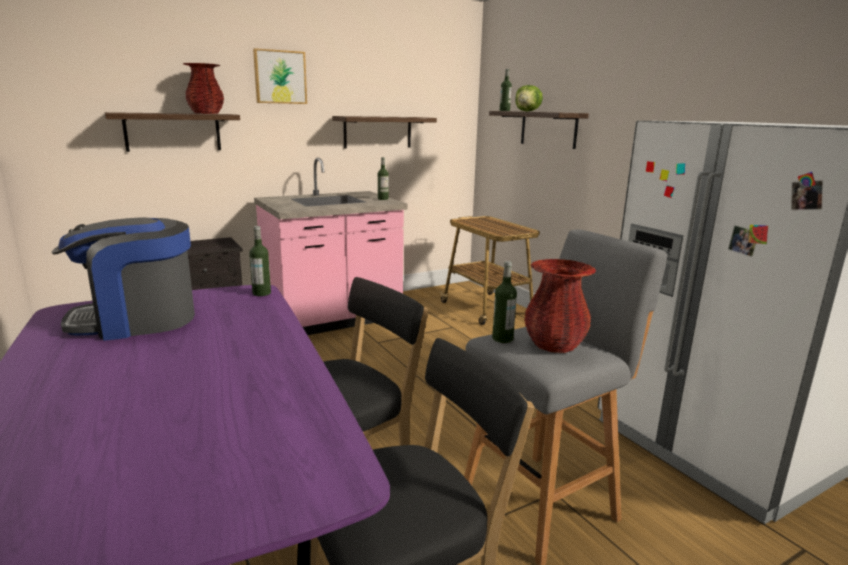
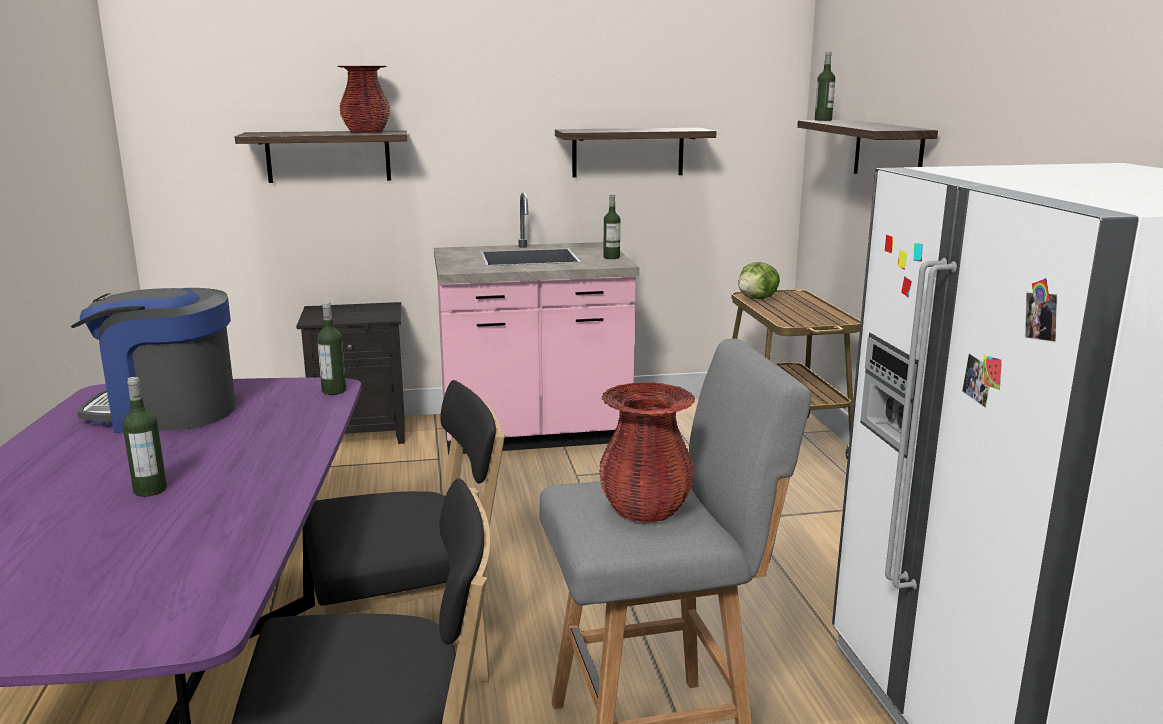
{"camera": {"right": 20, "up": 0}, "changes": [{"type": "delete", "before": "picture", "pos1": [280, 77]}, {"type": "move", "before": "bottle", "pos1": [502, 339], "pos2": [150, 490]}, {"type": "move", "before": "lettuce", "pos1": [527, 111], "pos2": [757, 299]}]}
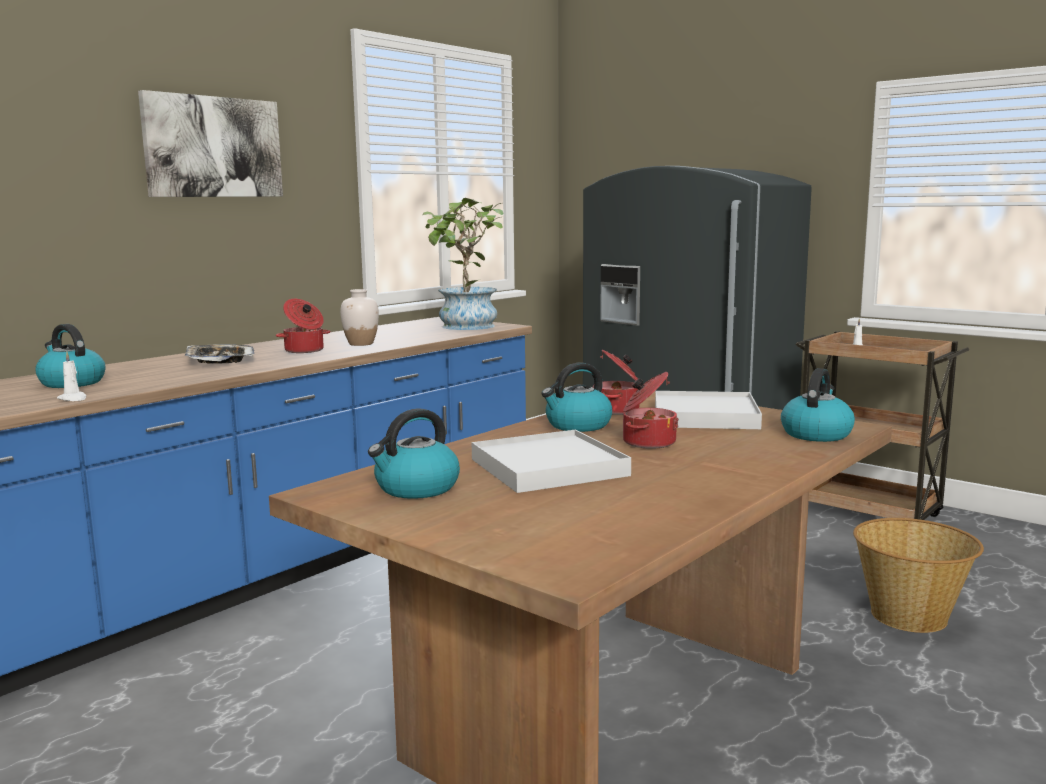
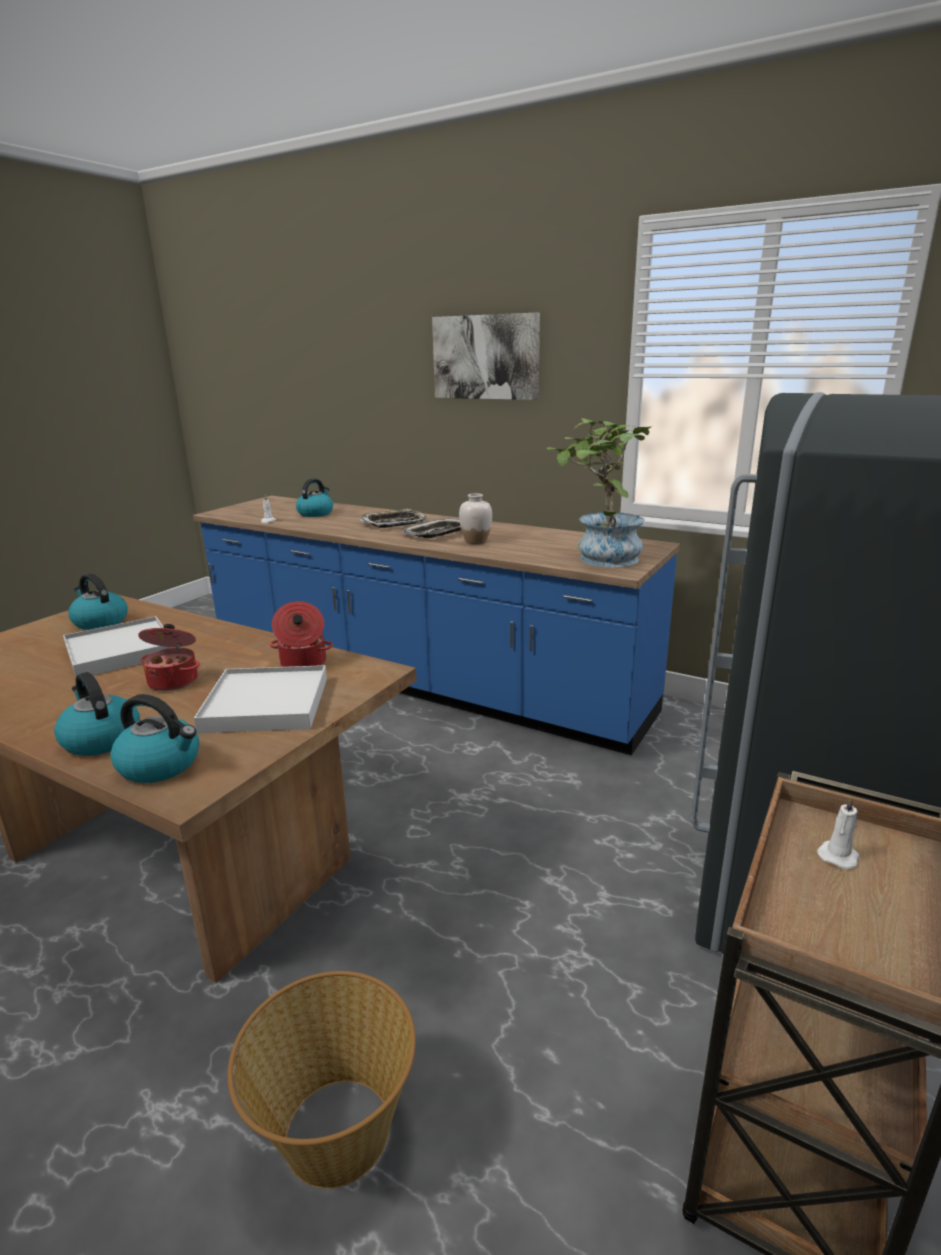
{"camera": {"right": 80, "up": 10}, "changes": [{"type": "move", "before": "kettle", "pos1": [577, 425], "pos2": [101, 739]}, {"type": "replace", "before": "cooking pot", "after": "tray", "pos1": [304, 350], "pos2": [437, 533]}]}
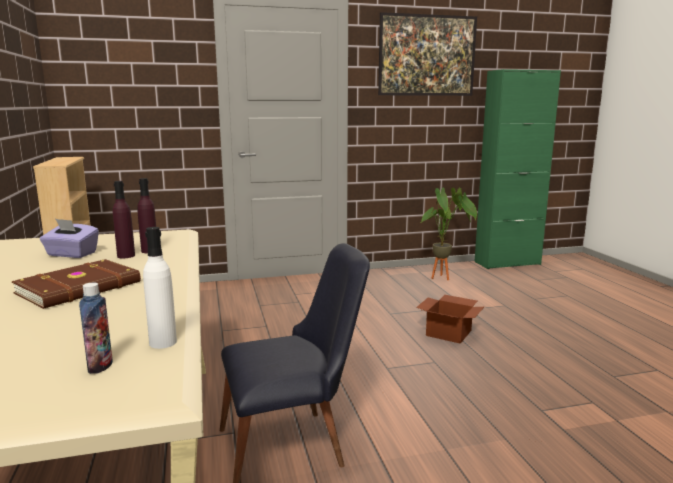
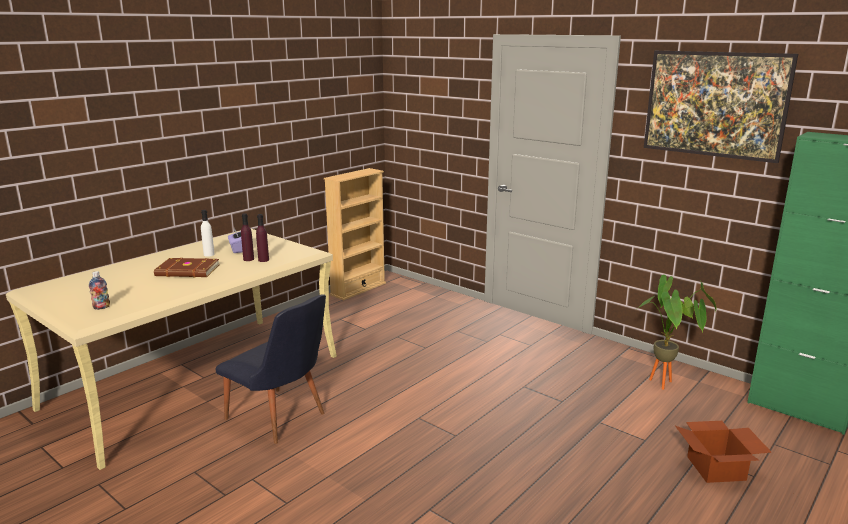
{"camera": {"right": 55, "up": 5}, "changes": [{"type": "move", "before": "bottle (white)", "pos1": [163, 342], "pos2": [209, 254]}, {"type": "move", "before": "cardboard box", "pos1": [449, 333], "pos2": [718, 469]}]}
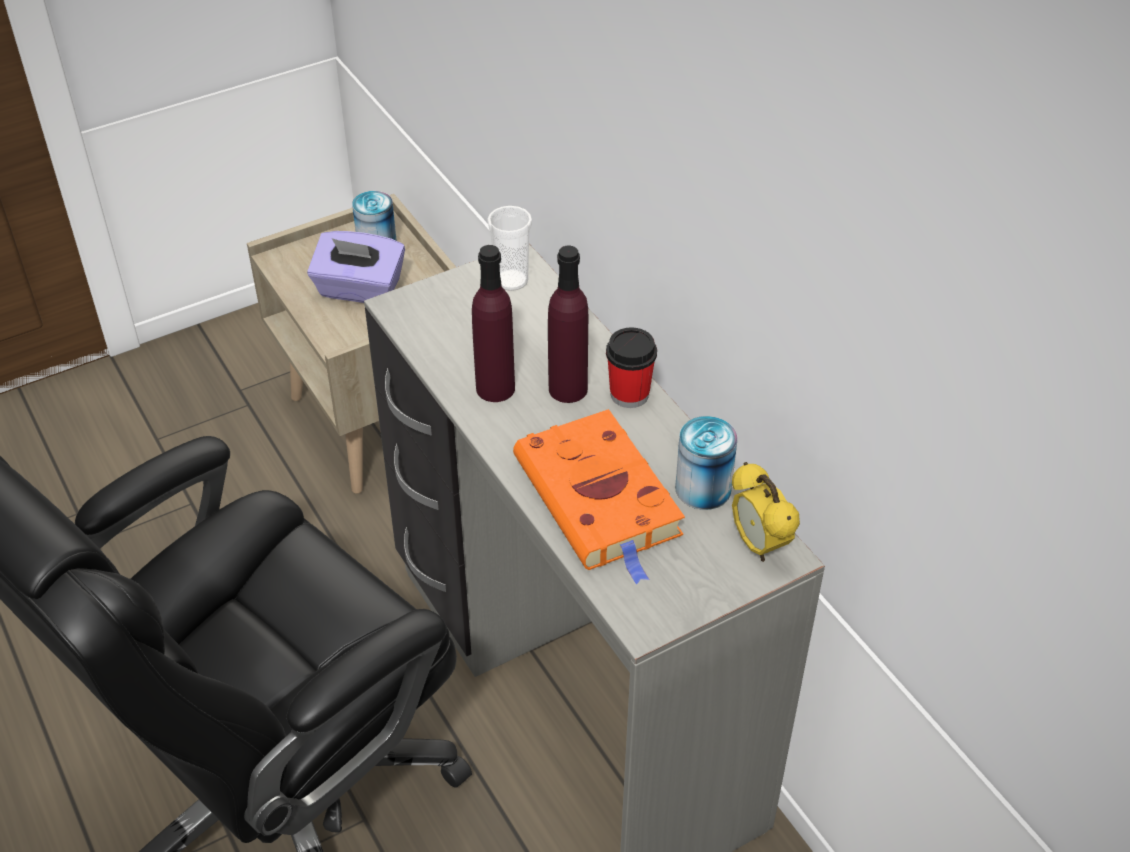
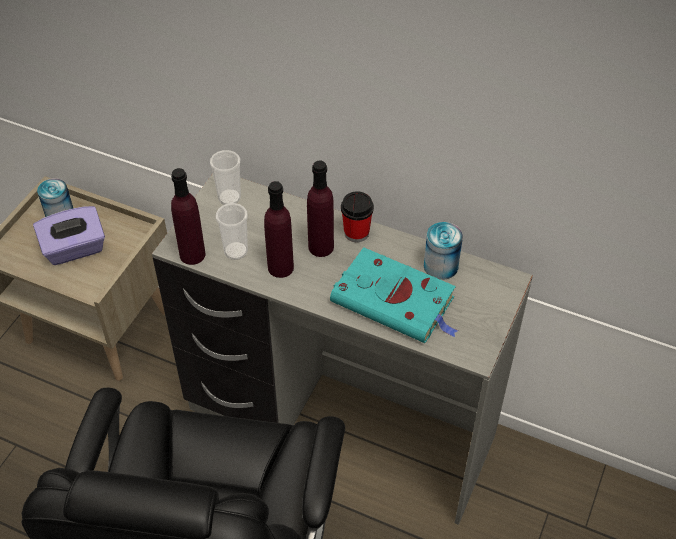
{"camera": {"right": -35, "up": 5}, "changes": [{"type": "delete", "before": "alarm clock", "pos1": [758, 545]}, {"type": "insert", "after": "bottle (purple)", "pos2": [192, 254]}, {"type": "insert", "after": "cup", "pos2": [235, 251]}, {"type": "recolor", "before": "book (orange)", "after": "book (turquoise)", "pos1": [600, 501], "pos2": [396, 301]}]}
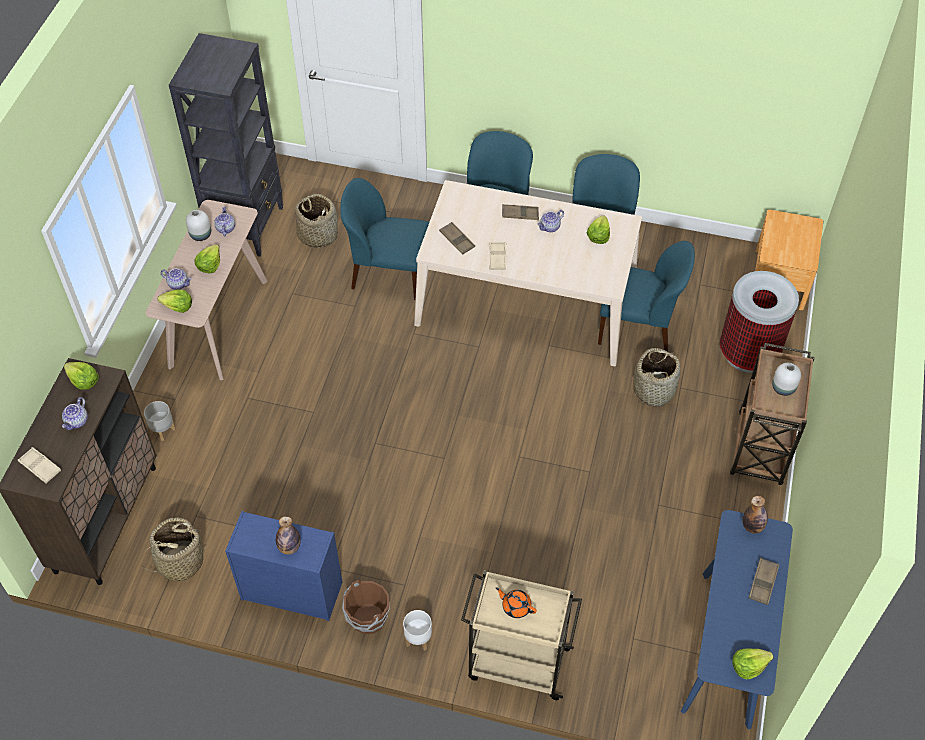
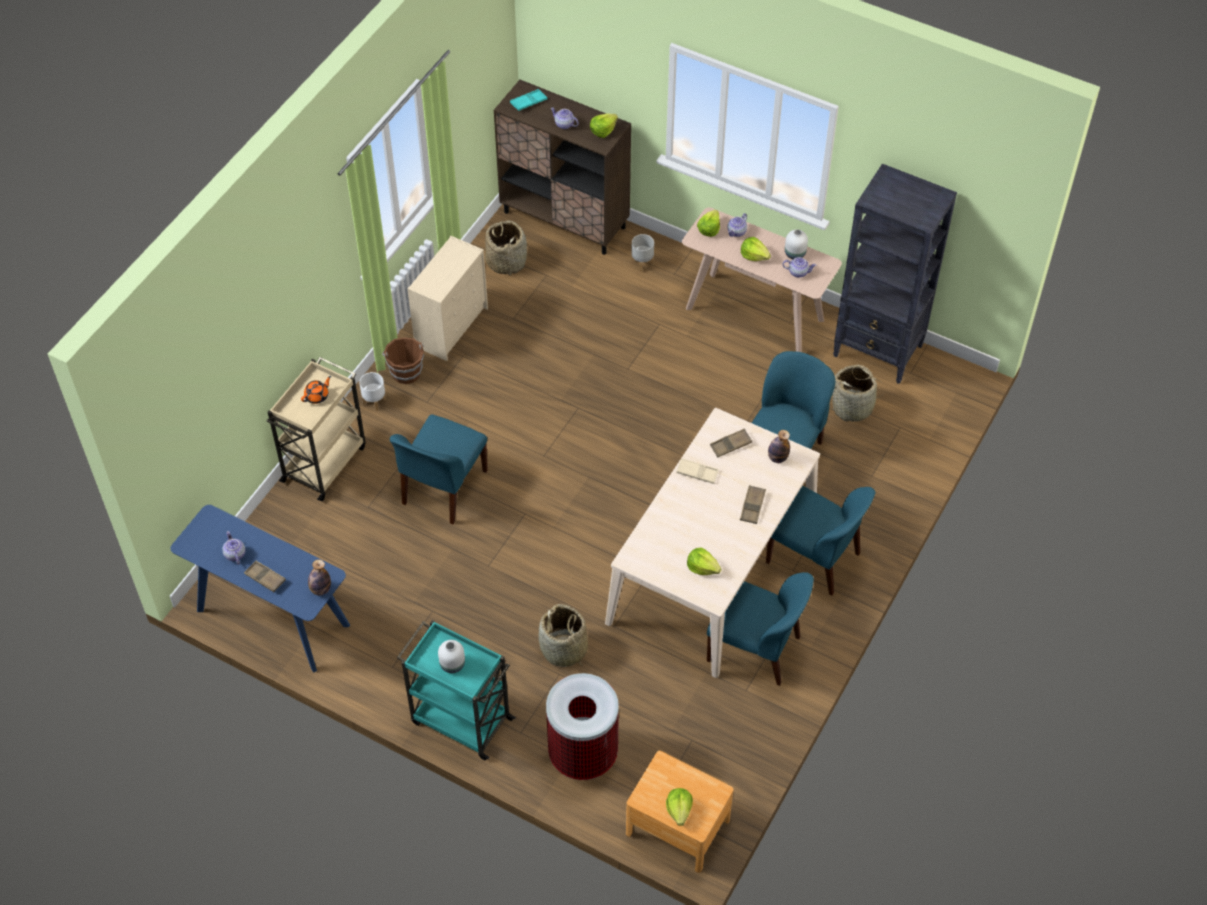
{"camera": {"right": 105, "up": 0}, "changes": [{"type": "move", "before": "bottle", "pos1": [289, 547], "pos2": [777, 458]}, {"type": "move", "before": "teapot", "pos1": [550, 227], "pos2": [234, 554]}, {"type": "move", "before": "chair (blue)", "pos1": [637, 327], "pos2": [443, 489]}, {"type": "move", "before": "lettuce", "pos1": [748, 666], "pos2": [679, 810]}, {"type": "recolor", "before": "tray (beige)", "after": "tray (turquoise)", "pos1": [40, 467], "pos2": [528, 102]}, {"type": "recolor", "before": "dresser (blue)", "after": "dresser (beige)", "pos1": [290, 590], "pos2": [452, 326]}, {"type": "recolor", "before": "cart (brown)", "after": "cart (turquoise)", "pos1": [759, 450], "pos2": [460, 720]}]}
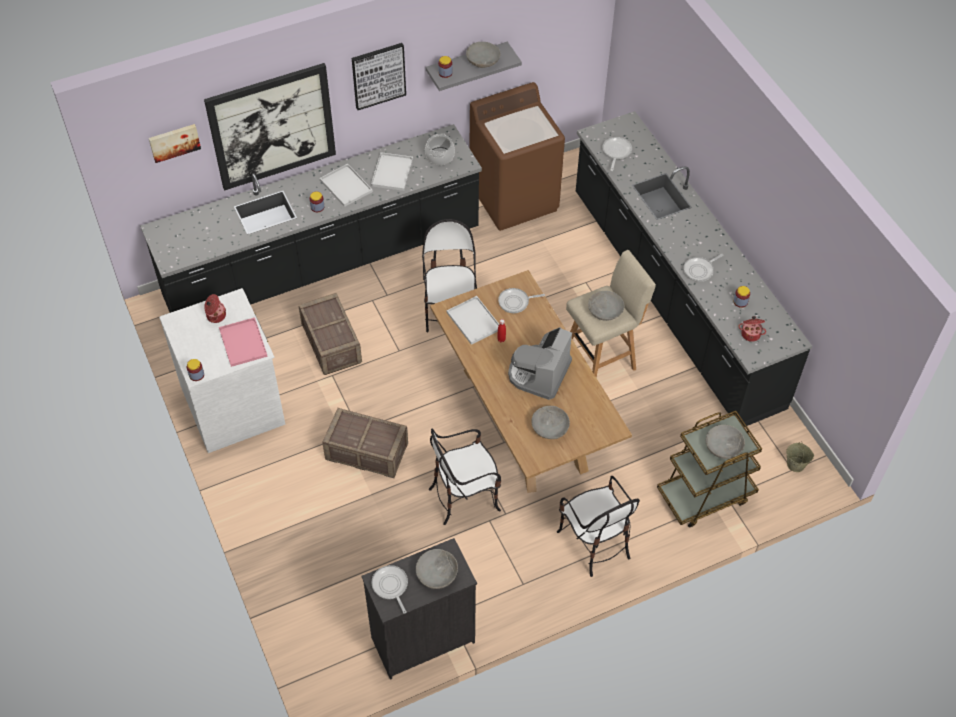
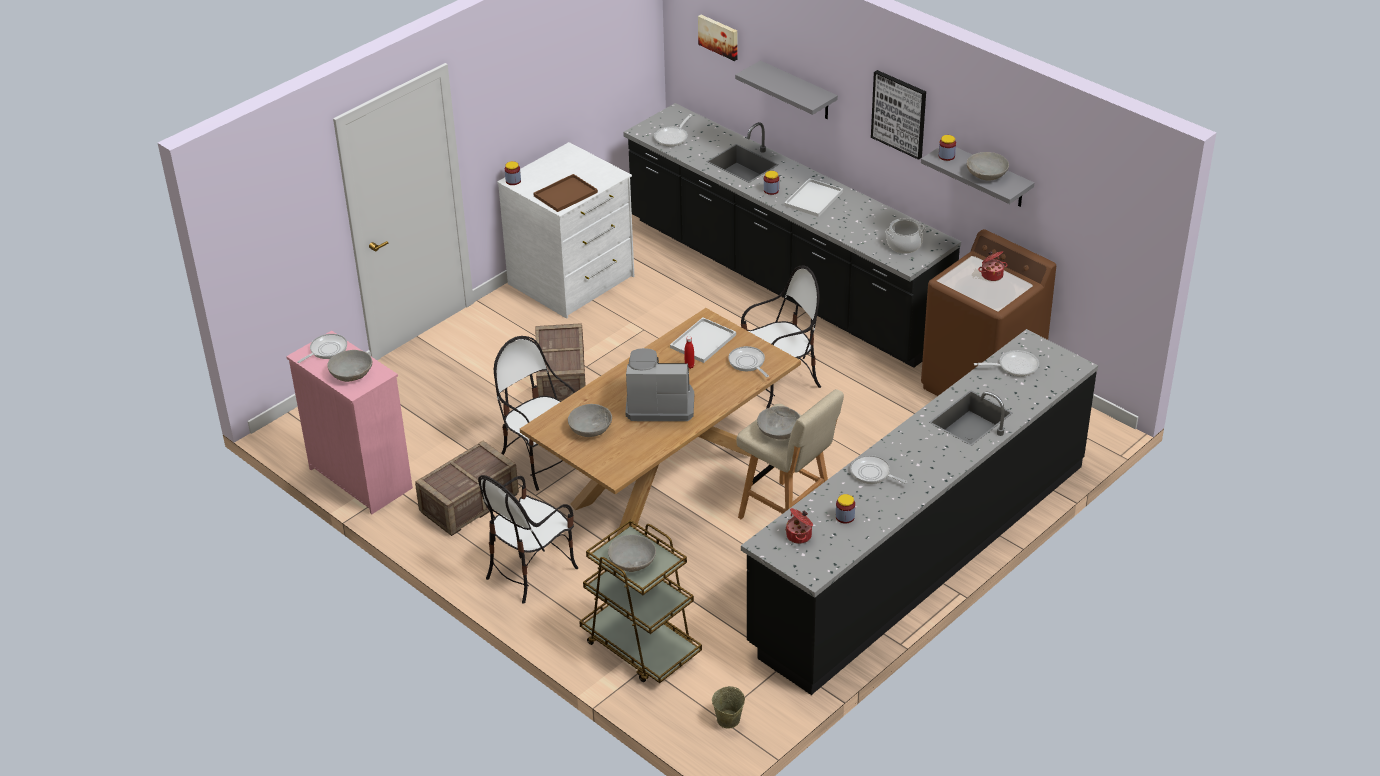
{"camera": {"right": 70, "up": -15}, "changes": [{"type": "delete", "before": "tray (white)", "pos1": [392, 171]}, {"type": "insert", "after": "frying pan", "pos2": [673, 137]}, {"type": "move", "before": "cooking pot", "pos1": [215, 316], "pos2": [991, 275]}, {"type": "move", "before": "crate", "pos1": [331, 343], "pos2": [469, 502]}, {"type": "replace", "before": "picture", "after": "shelf (grey)", "pos1": [272, 126], "pos2": [798, 91]}, {"type": "recolor", "before": "tray (pink)", "after": "tray (brown)", "pos1": [244, 343], "pos2": [565, 195]}, {"type": "recolor", "before": "dresser (black)", "after": "dresser (pink)", "pos1": [421, 640], "pos2": [360, 477]}]}
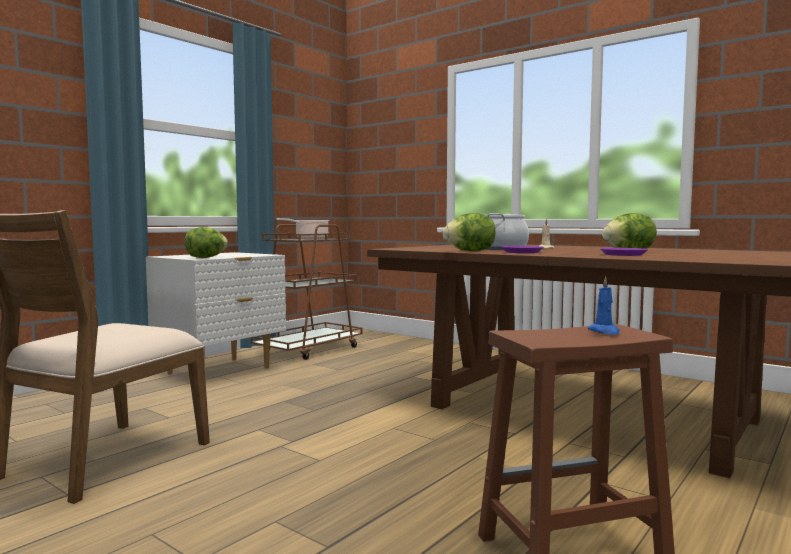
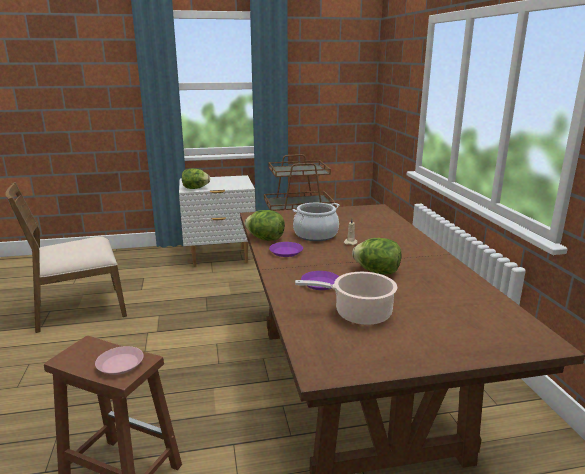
{"camera": {"right": 40, "up": 15}, "changes": [{"type": "move", "before": "cooking pot", "pos1": [310, 238], "pos2": [359, 314]}, {"type": "replace", "before": "candle (blue)", "after": "plate (pink)", "pos1": [604, 331], "pos2": [120, 364]}]}
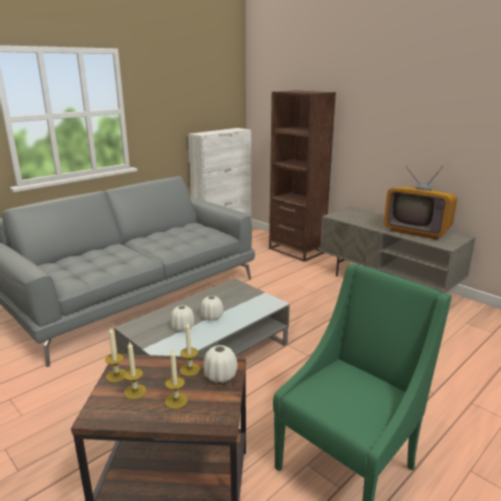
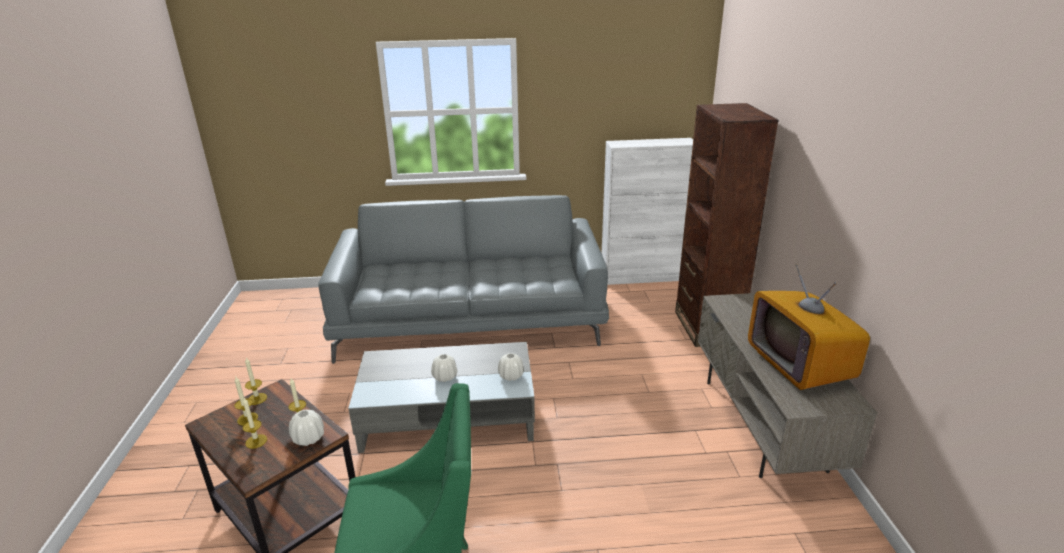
{"camera": {"right": 40, "up": 5}, "changes": [{"type": "move", "before": "vase (white)", "pos1": [182, 327], "pos2": [511, 376]}]}
